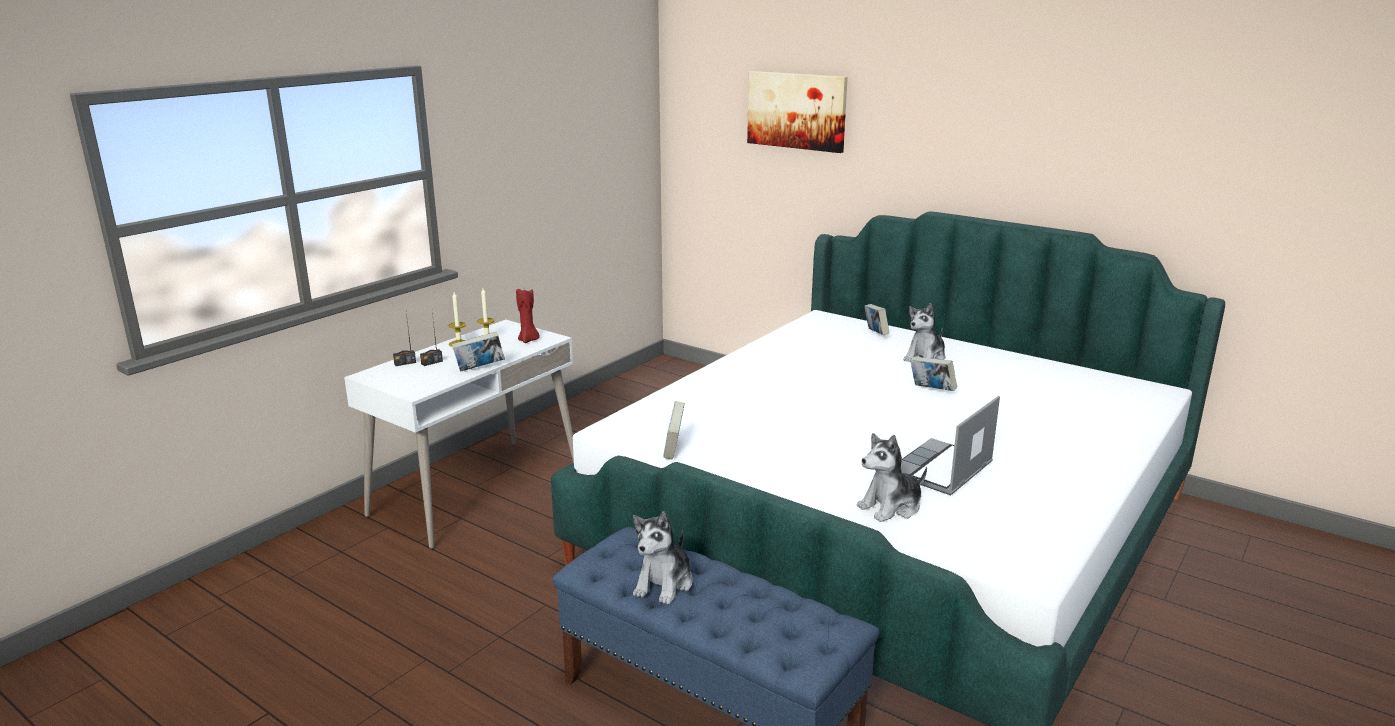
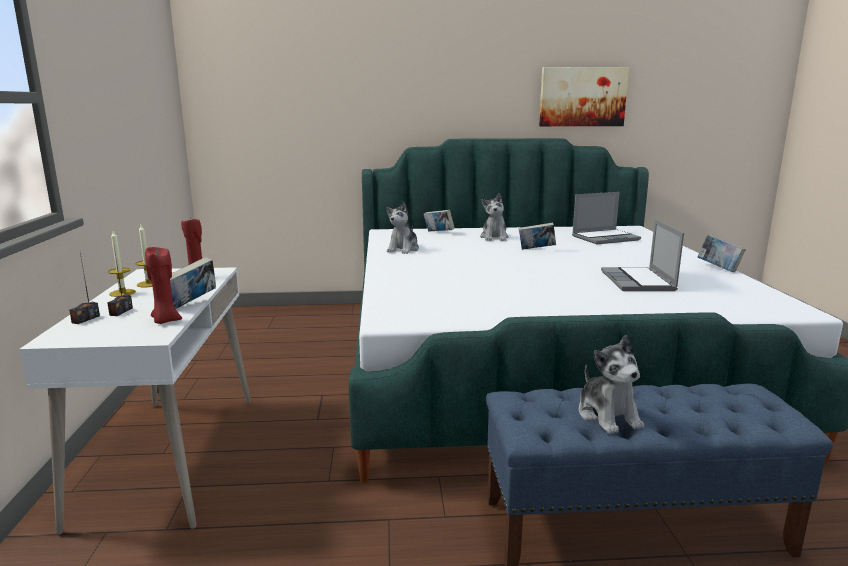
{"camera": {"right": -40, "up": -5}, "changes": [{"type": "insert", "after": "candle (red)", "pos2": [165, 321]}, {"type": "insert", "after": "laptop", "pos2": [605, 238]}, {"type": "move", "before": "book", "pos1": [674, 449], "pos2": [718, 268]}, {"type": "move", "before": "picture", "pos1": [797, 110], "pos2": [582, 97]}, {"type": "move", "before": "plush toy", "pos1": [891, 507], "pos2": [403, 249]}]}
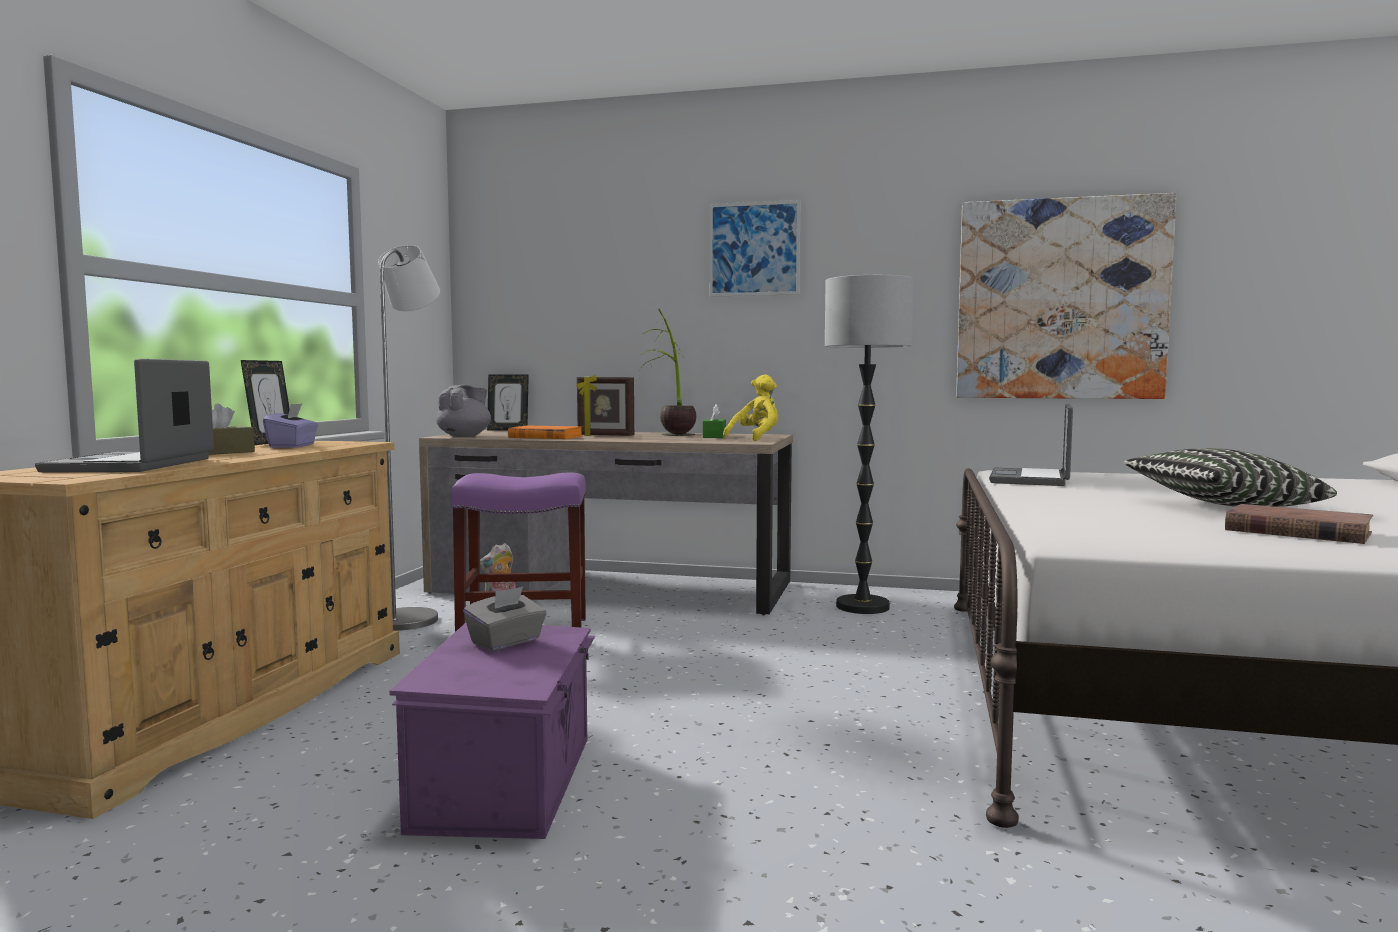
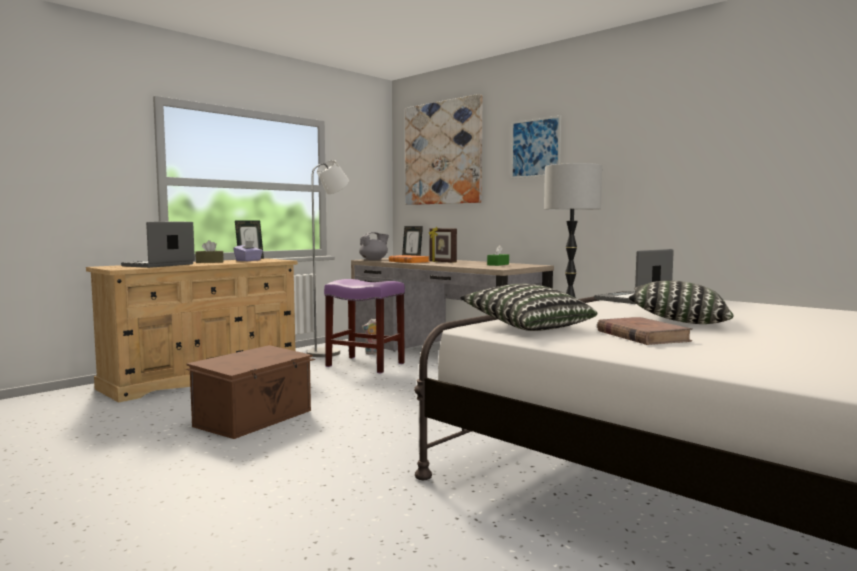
{"camera": {"right": 30, "up": 0}, "changes": [{"type": "delete", "before": "tissue box (grey)", "pos1": [506, 642]}, {"type": "delete", "before": "potted plant", "pos1": [671, 436]}, {"type": "delete", "before": "plush toy (yellow)", "pos1": [756, 438]}, {"type": "insert", "after": "pillow", "pos2": [528, 327]}, {"type": "move", "before": "picture", "pos1": [1061, 299], "pos2": [443, 153]}, {"type": "recolor", "before": "storage box (purple)", "after": "storage box (brown)", "pos1": [508, 781], "pos2": [255, 418]}]}
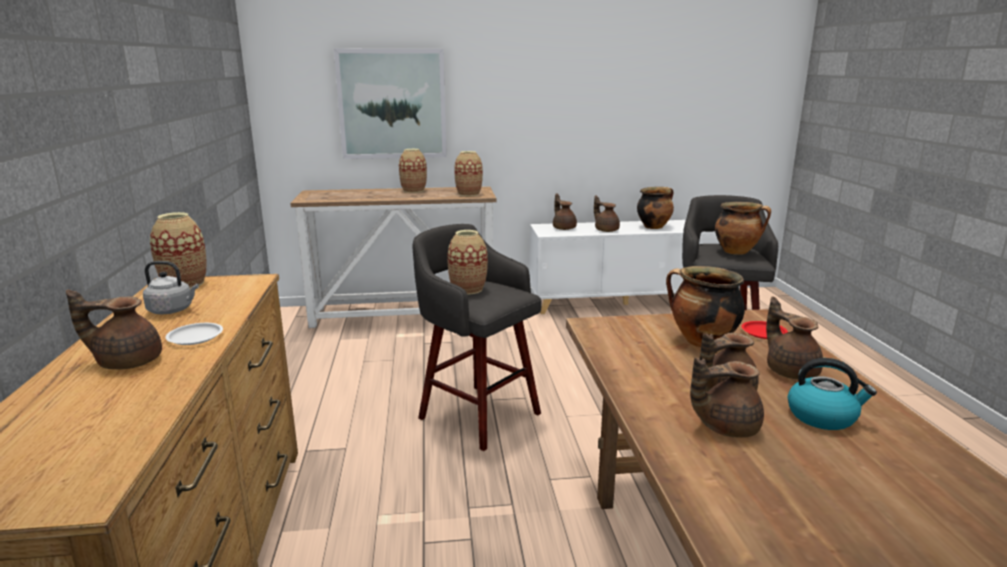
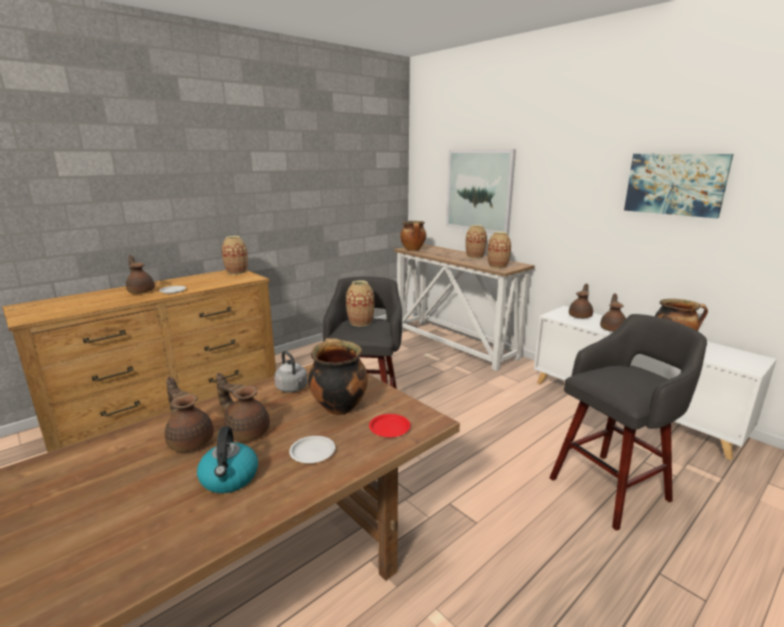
{"camera": {"right": 55, "up": 0}, "changes": [{"type": "insert", "after": "picture", "pos2": [675, 184]}, {"type": "move", "before": "kettle (grey)", "pos1": [173, 310], "pos2": [292, 389]}, {"type": "move", "before": "cooking pot", "pos1": [737, 252], "pos2": [413, 250]}, {"type": "replace", "before": "teapot (brown)", "after": "plate (white)", "pos1": [790, 371], "pos2": [313, 452]}]}
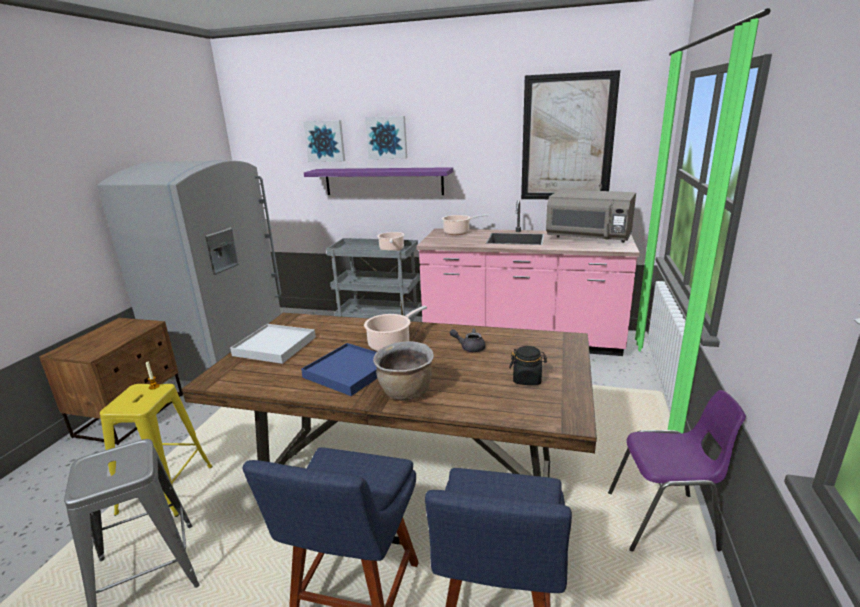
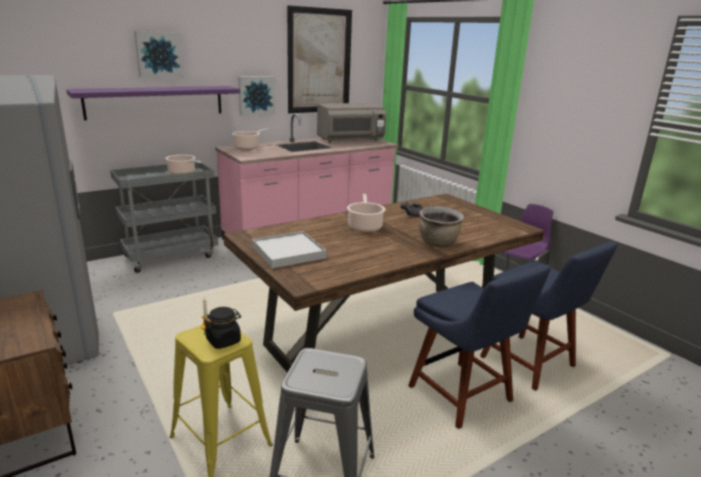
{"camera": {"right": -50, "up": 0}, "changes": [{"type": "delete", "before": "tray (blue)", "pos1": [349, 371]}, {"type": "move", "before": "picture", "pos1": [325, 141], "pos2": [256, 95]}, {"type": "move", "before": "jar (black)", "pos1": [527, 379], "pos2": [223, 341]}]}
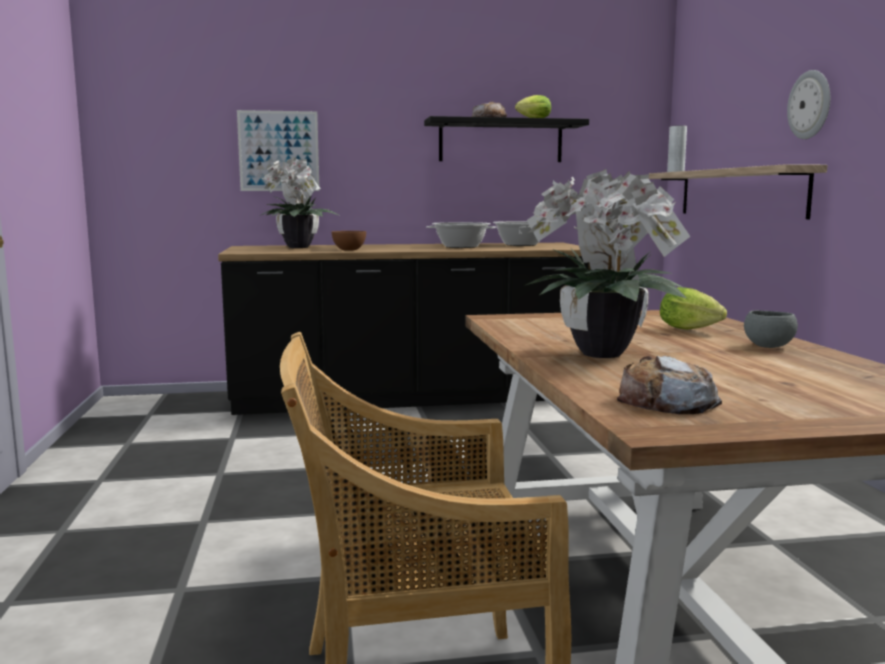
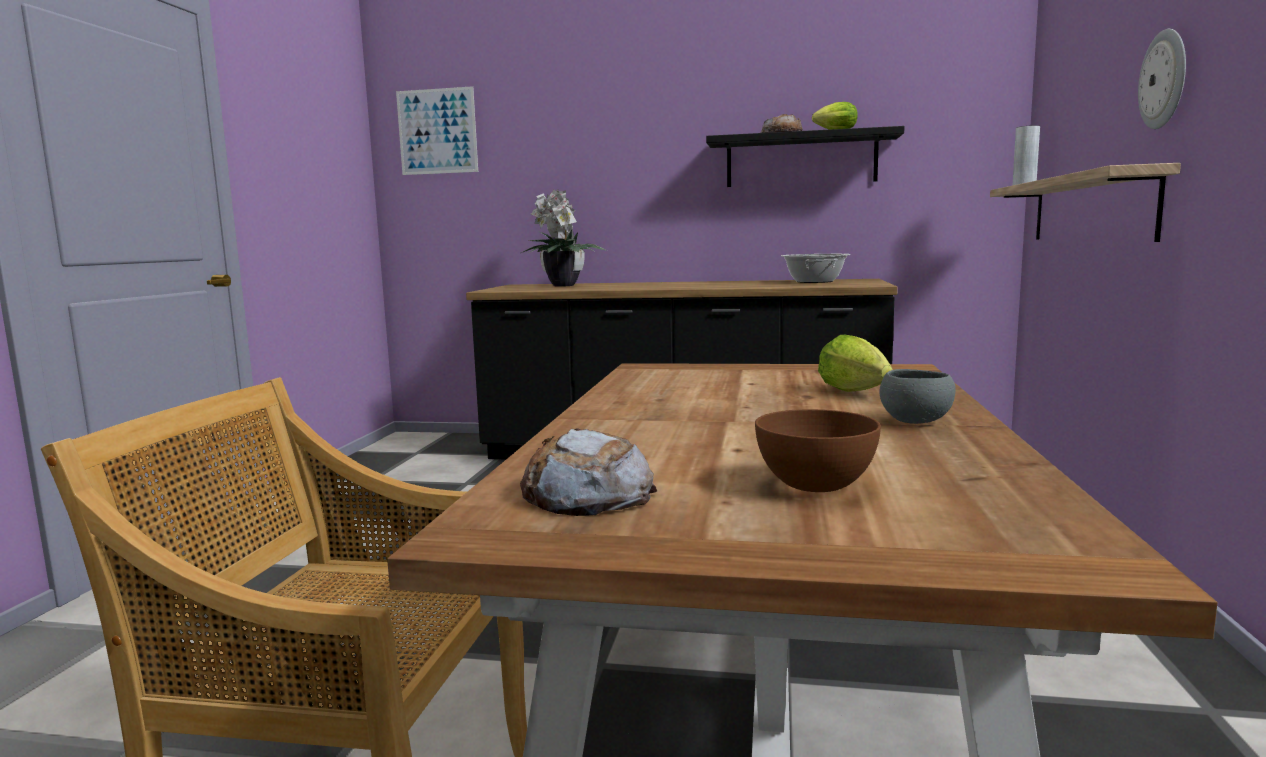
{"camera": {"right": 20, "up": 0}, "changes": [{"type": "delete", "before": "cooking pot", "pos1": [461, 247]}, {"type": "delete", "before": "potted plant", "pos1": [605, 355]}, {"type": "move", "before": "picture", "pos1": [278, 151], "pos2": [437, 131]}, {"type": "move", "before": "bowl (brown)", "pos1": [349, 250], "pos2": [816, 486]}]}
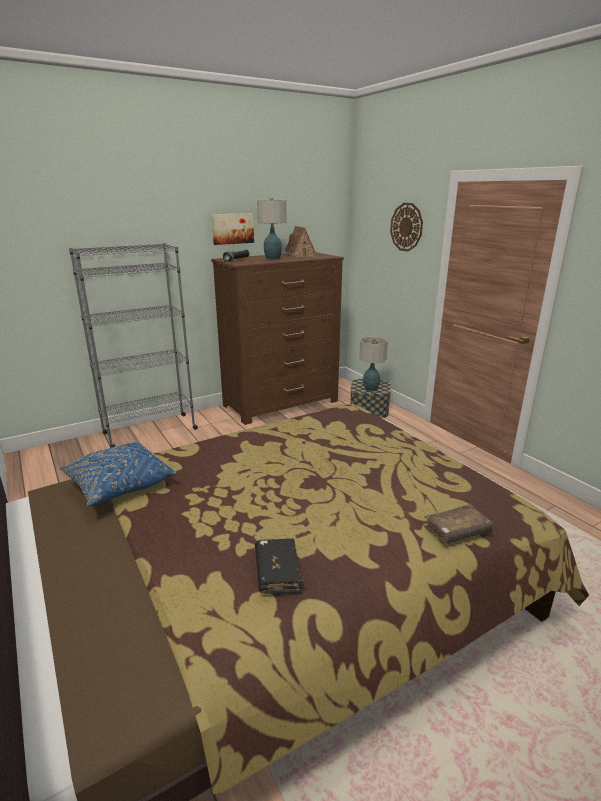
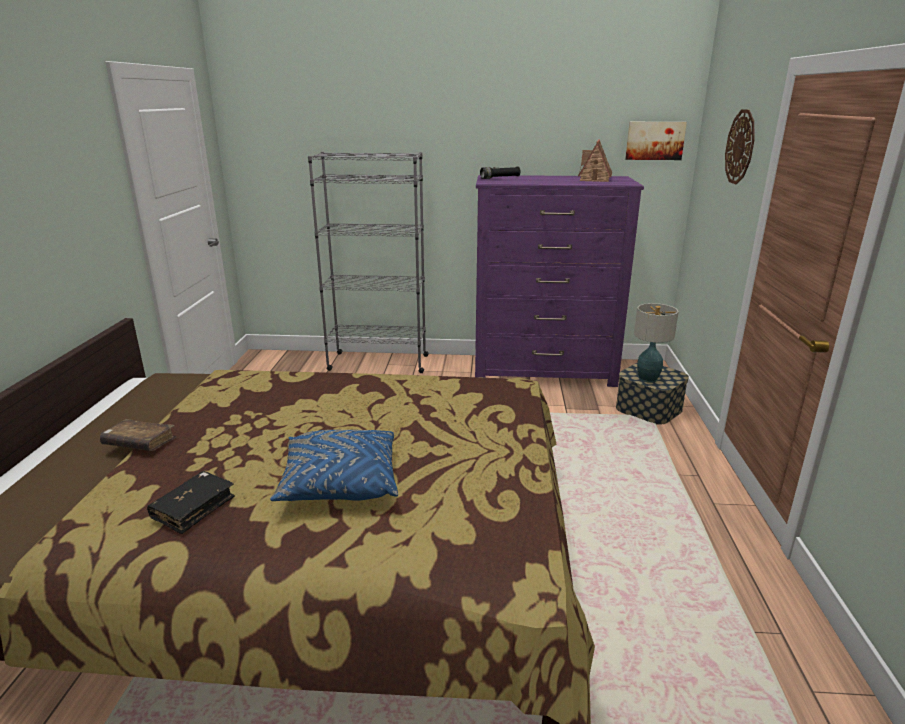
{"camera": {"right": 35, "up": 0}, "changes": [{"type": "delete", "before": "table lamp", "pos1": [273, 259]}, {"type": "move", "before": "pillow (blue)", "pos1": [119, 485], "pos2": [340, 483]}, {"type": "move", "before": "picture", "pos1": [232, 228], "pos2": [654, 140]}, {"type": "move", "before": "book (brown)", "pos1": [457, 531], "pos2": [140, 443]}, {"type": "recolor", "before": "dresser (brown)", "after": "dresser (purple)", "pos1": [281, 403], "pos2": [544, 371]}]}
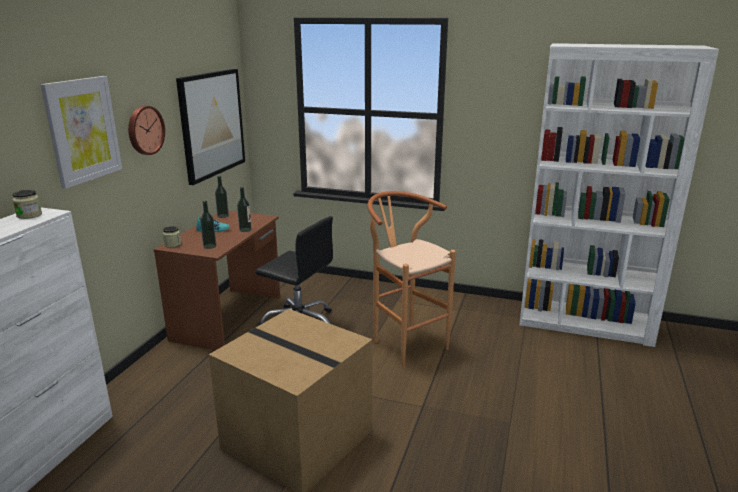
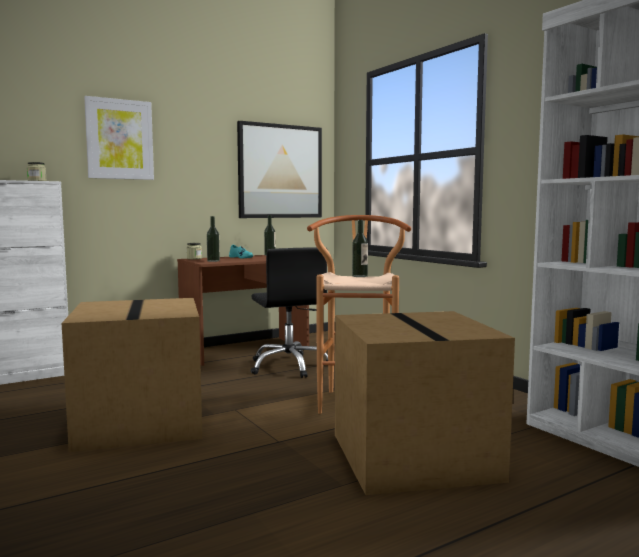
{"camera": {"right": 40, "up": -15}, "changes": [{"type": "delete", "before": "wall clock", "pos1": [144, 130]}, {"type": "insert", "after": "cardboard box", "pos2": [416, 457]}, {"type": "move", "before": "bottle", "pos1": [245, 230], "pos2": [359, 276]}]}
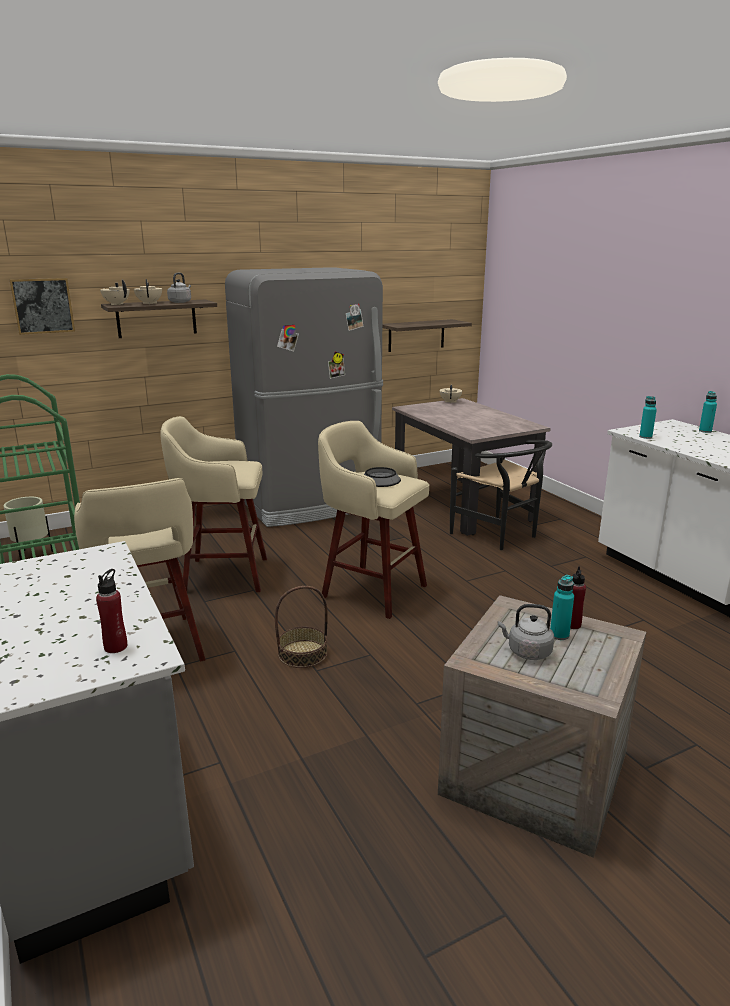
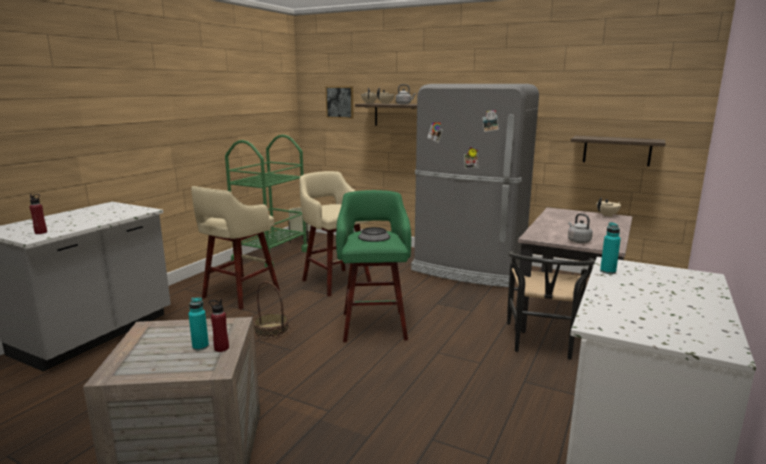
{"camera": {"right": 55, "up": -5}, "changes": [{"type": "delete", "before": "bottle (turquoise)", "pos1": [705, 431]}, {"type": "move", "before": "kettle (grey)", "pos1": [527, 652], "pos2": [578, 241]}, {"type": "recolor", "before": "stool (beige)", "after": "stool (green)", "pos1": [371, 590], "pos2": [374, 324]}]}
